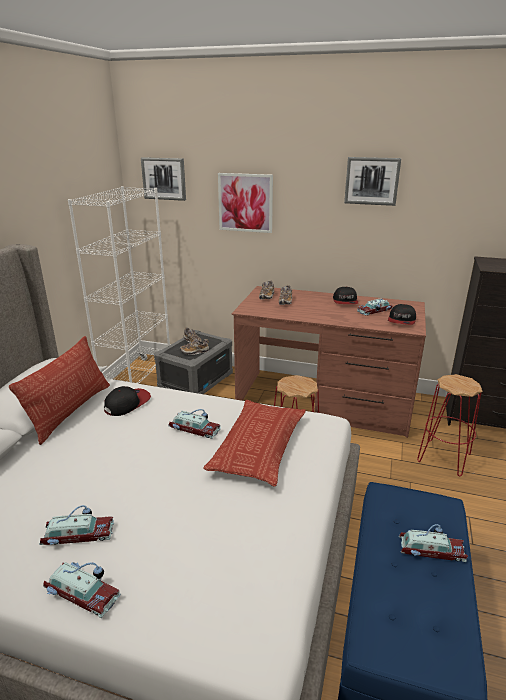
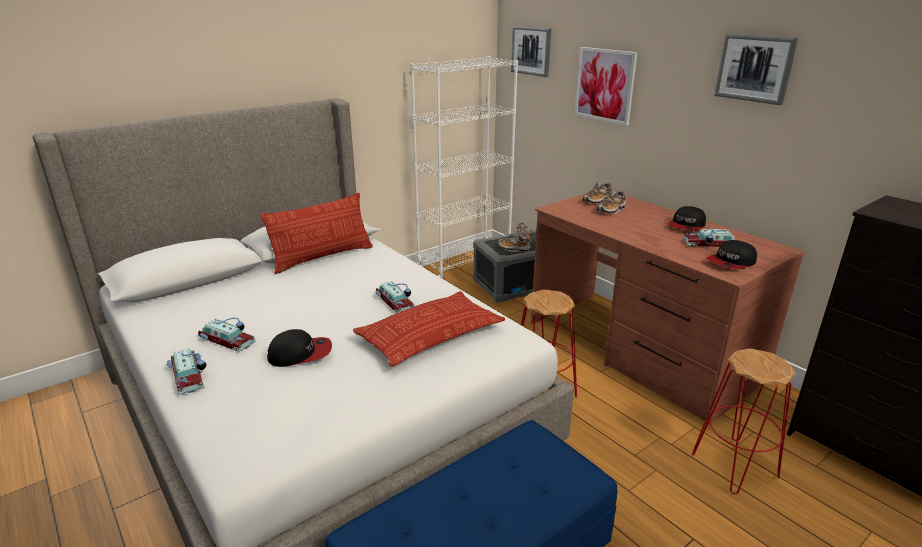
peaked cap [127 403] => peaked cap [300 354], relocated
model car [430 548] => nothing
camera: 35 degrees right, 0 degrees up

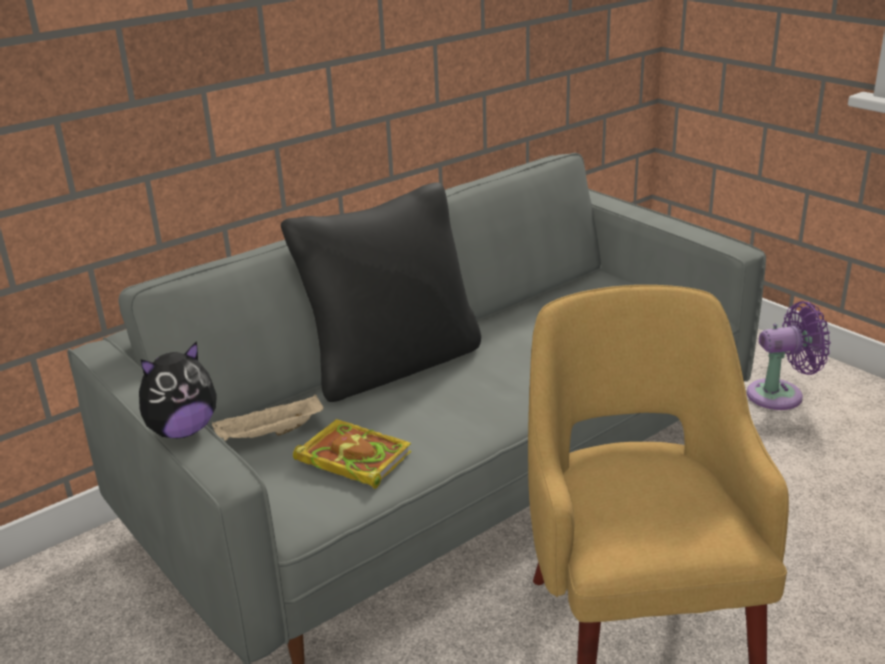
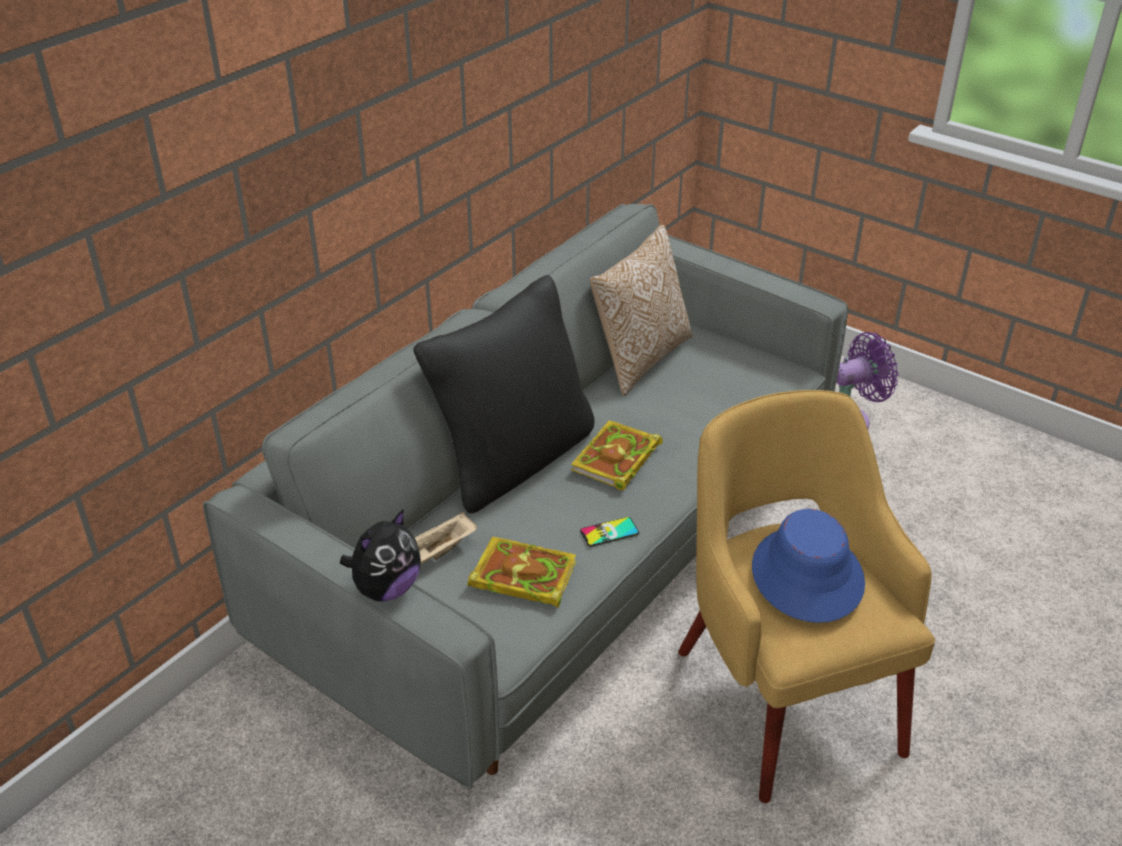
nothing => cushion [639 358]
nothing => volume [616 460]
nothing => hat (blue) [806 575]
nothing => telephone [609 532]
camera: 15 degrees left, 10 degrees up

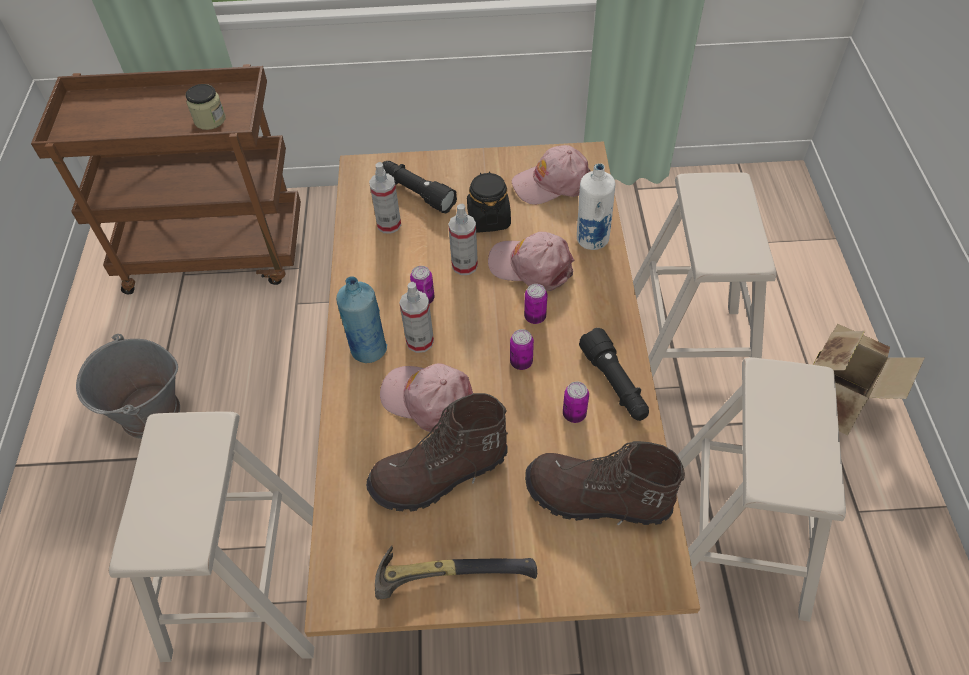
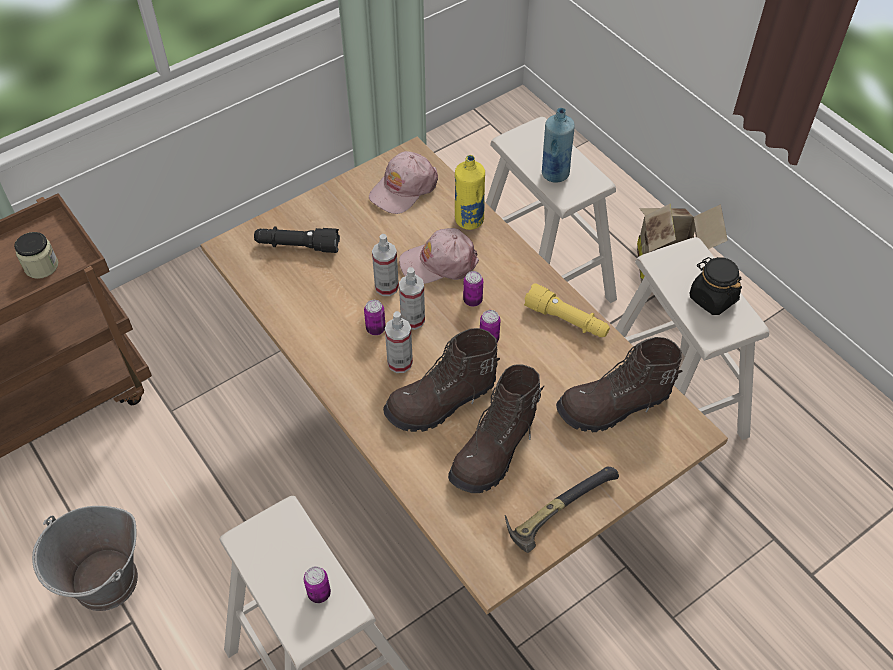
sprayer [389 224] => sprayer [412 320], relocated
bottle (white-coloured) [591 239] => bottle (yellow-coloured) [469 220]
jar (black) [488 219] => jar (black) [712 298], relocated
bottle (blue) [368 349] => bottle (blue) [554 174], relocated
flashlight (black) [614 384] => flashlight (yellow-coloured) [566 320]
peaked cap (pinkish) [428 399] => boot (brownish) [442 402]
can [574 414] => can [319 593], relocated
camera: 35 degrees left, 0 degrees up

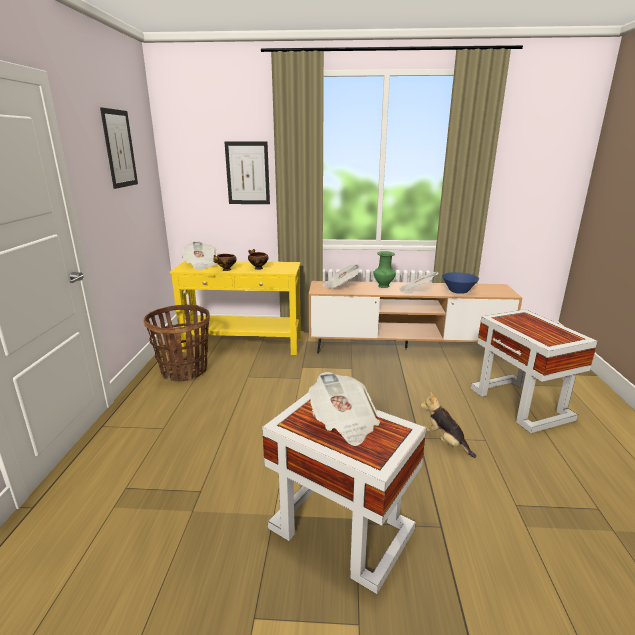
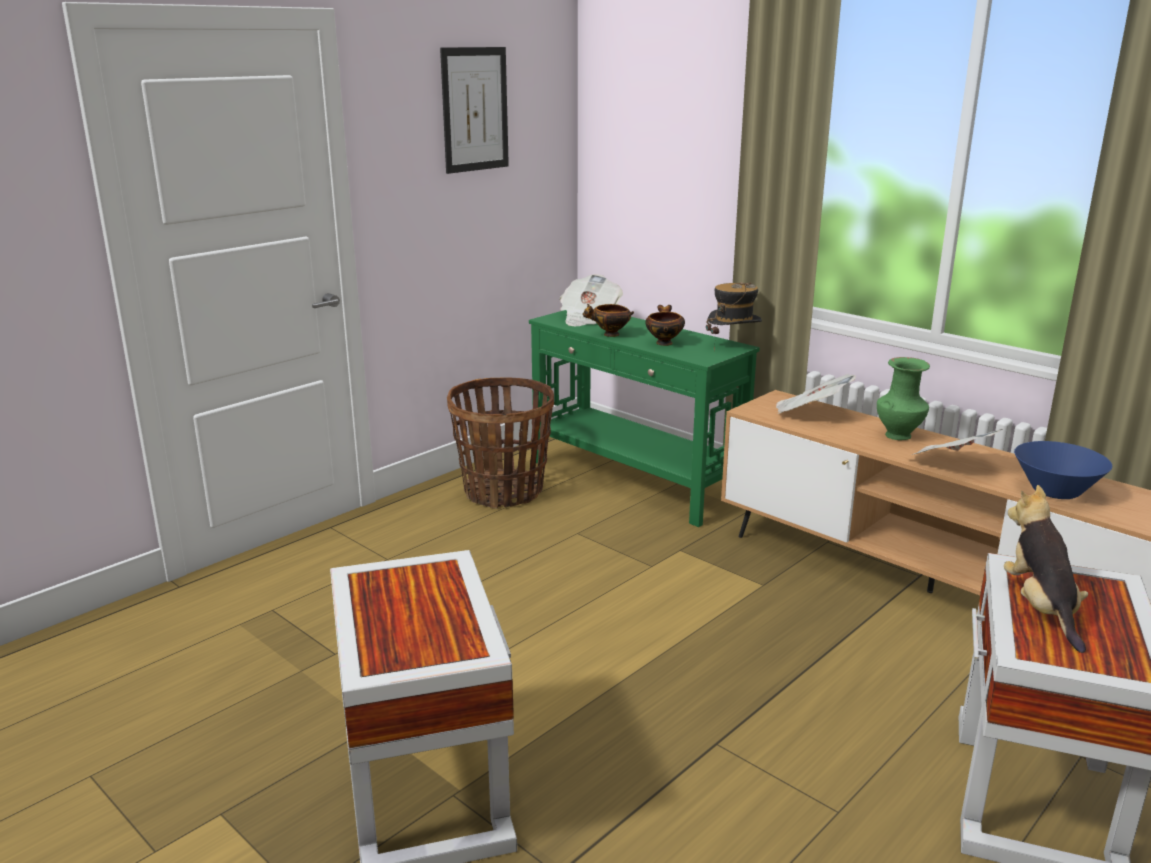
wall art [247 173] => nothing
narrow table (yellow-coloured) [243 344] => narrow table (green-coloured) [635 481]
printed paper [343 423] => nothing
plush toy [445 442] => plush toy [1040 608], relocated
nothing => hat [732 346]
camera: 40 degrees right, 0 degrees up

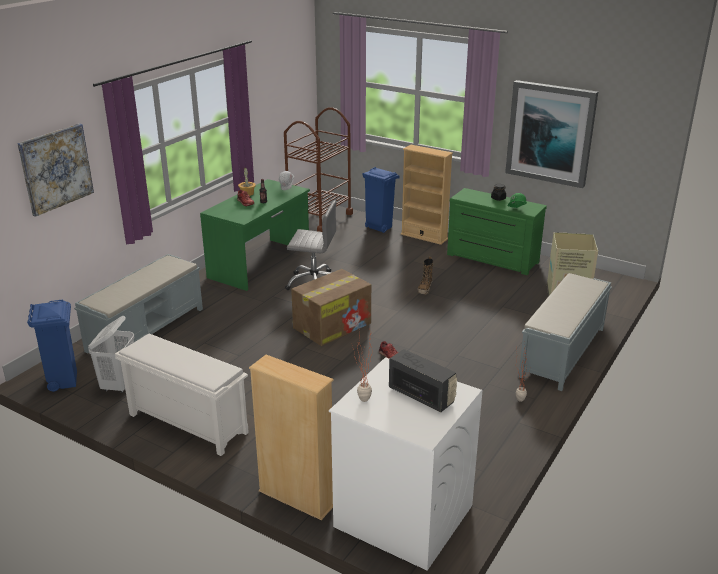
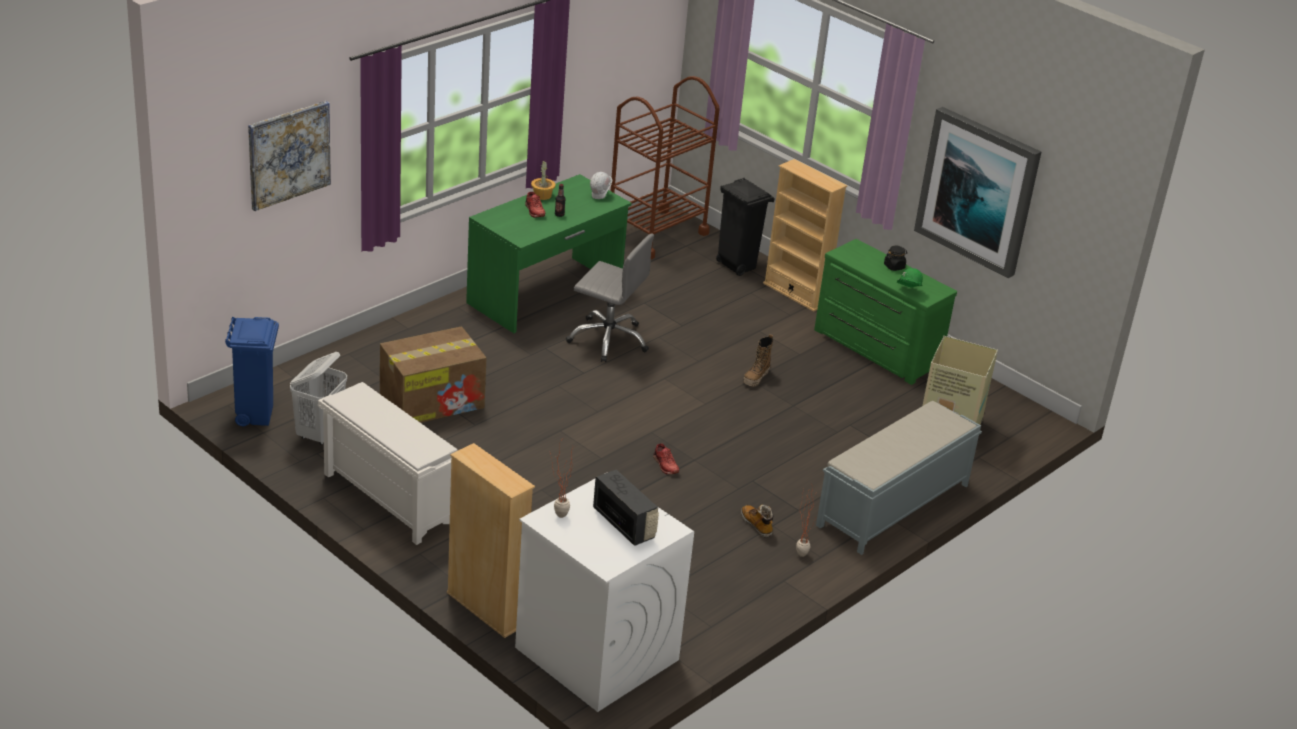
waste bin (blue) [379 227] => waste bin (black) [736 266]
long seat (gray) [147 329] => nothing
packing box [333 325] => packing box [433 400], relocated
nothing => boot [756 525]
camera: 10 degrees right, 5 degrees up

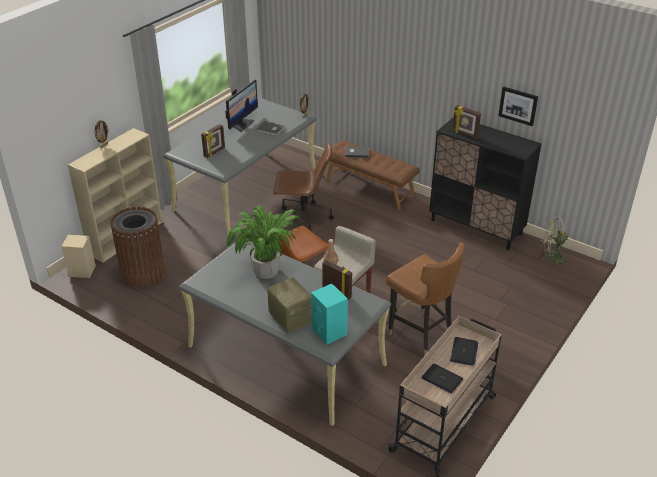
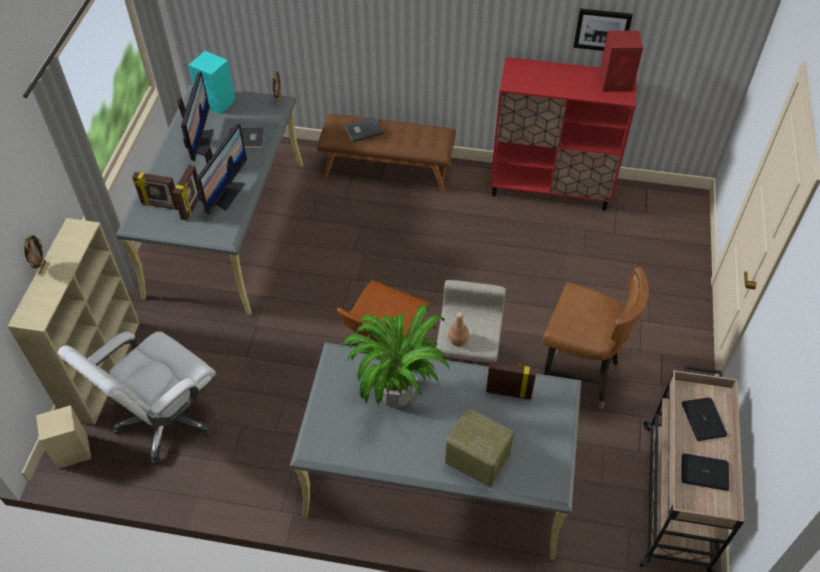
photo frame [464 134] => photo frame [160 205], relocated
cupboard (black) [476 227] => cupboard (red-coloured) [550 188]
desk chair (brownish) [303 218] => nothing
waste bin (brownish) [143 273] => desk chair (white-coloured) [165 421]
fan (green-coloured) [552 258] => nothing
loudspeaker (turquoise-coloured) [329 332] => loudspeaker (turquoise-coloured) [217 102], relocated
nothing => loudspeaker (red-coloured) [616 82]
nothing => monitor [226 194]
camera: 25 degrees left, 15 degrees up

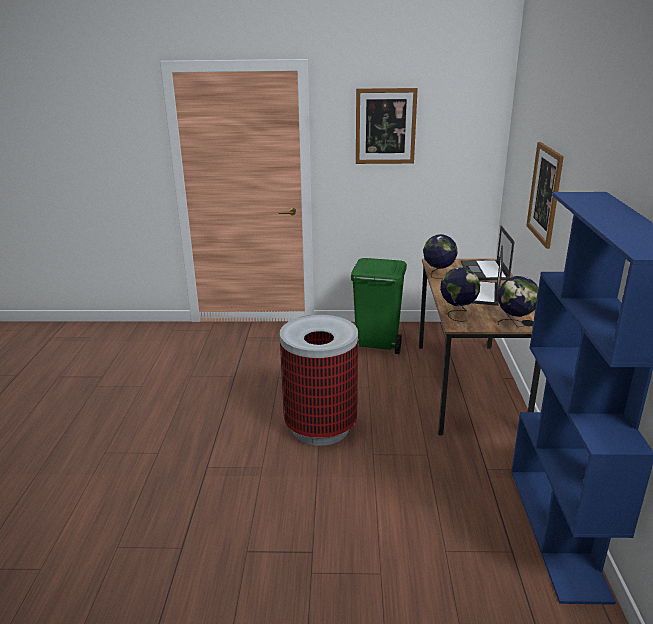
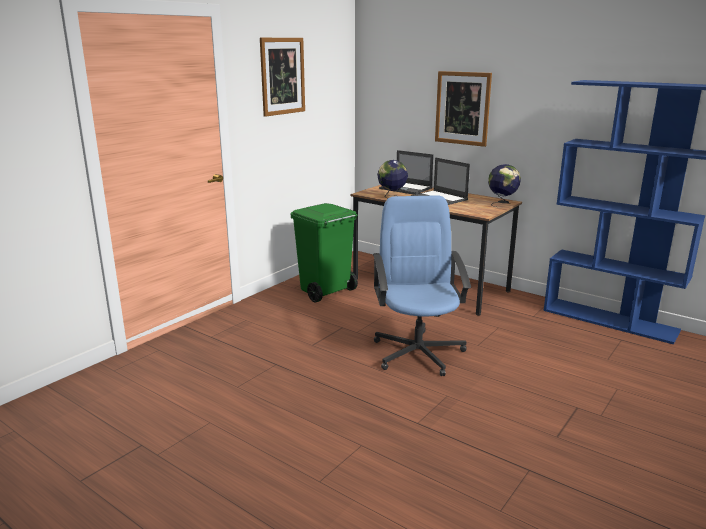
world globe [457 314] => nothing
waste bin [321 427] => desk chair (blue) [418 352]
camera: 55 degrees left, 5 degrees down

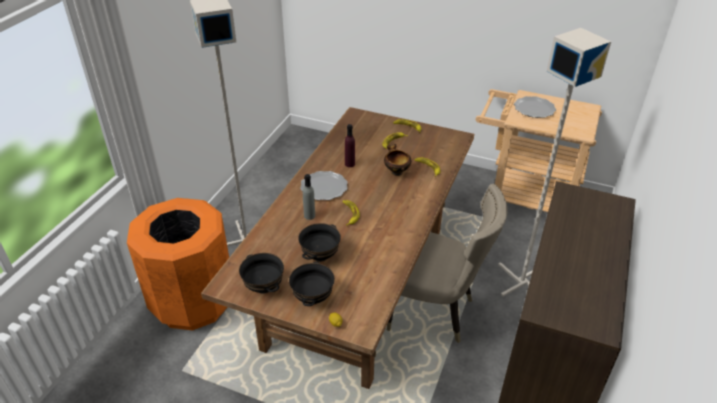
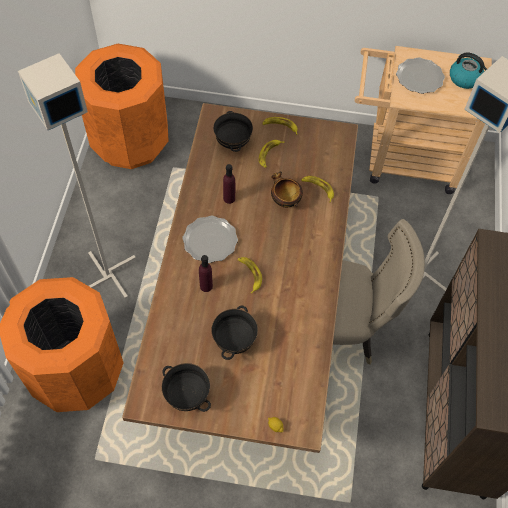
bottle (gray) [309 216] => bottle (purple) [206 286]
bowl (black) [313 298] => bowl (black) [233 143], relocated
nothing => waste bin (orange) [130 142]
nothing => kettle [465 79]
camera: 15 degrees left, 20 degrees up

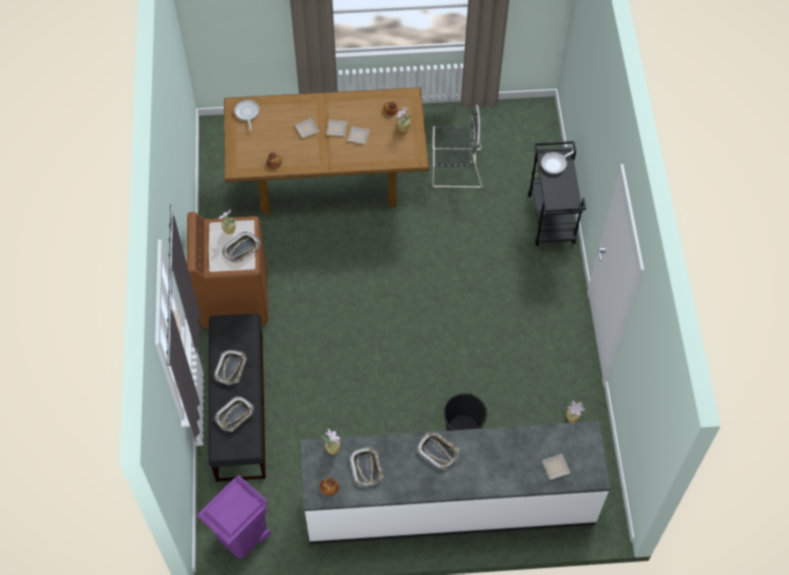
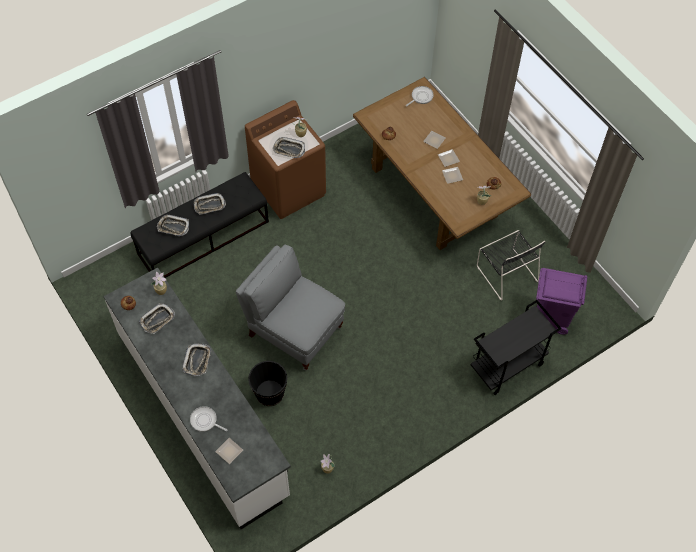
skillet [555 164] => skillet [205 421], relocated
waste bin (purple) [241 535] => waste bin (purple) [551 317], relocated
nothing => upright chair (gray) [294 330]
camera: 60 degrees right, 0 degrees up

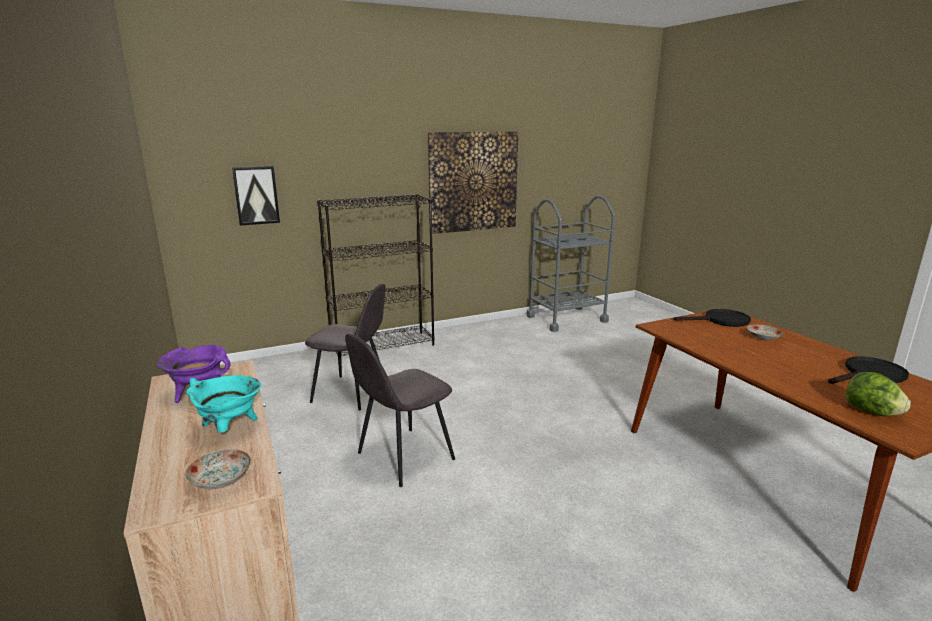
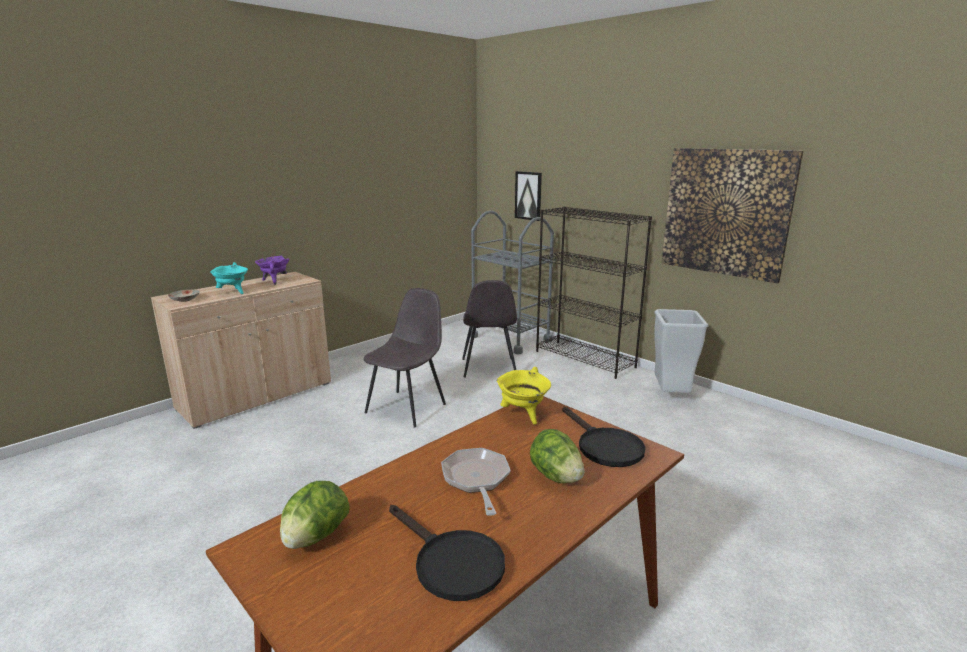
cart (gray) [566 319] => cart (gray) [510 339], relocated
flat dish [762 337] => lettuce head [556 476]
upright chair (gray) [403 457] => upright chair (gray) [407 407], 90 degrees clockwise
nothing => waste bin (gray) [671 396]
nothing => stockpot (yellow-coloured) [523 415]
nothing => skillet [476 480]
camera: 70 degrees right, 0 degrees up

